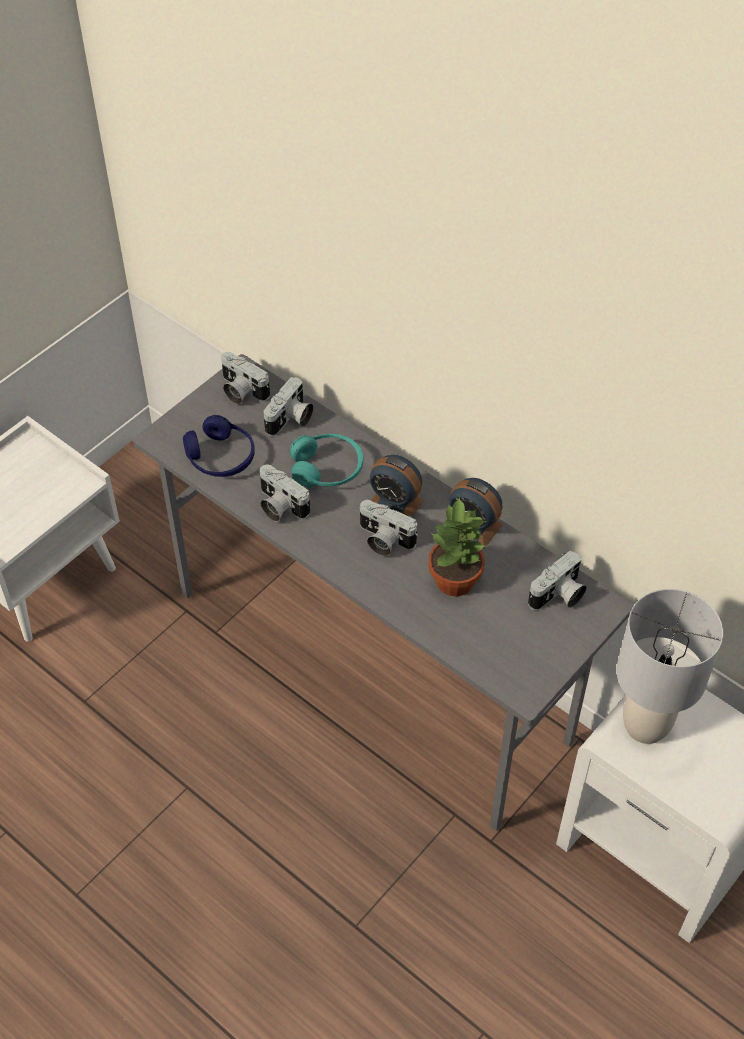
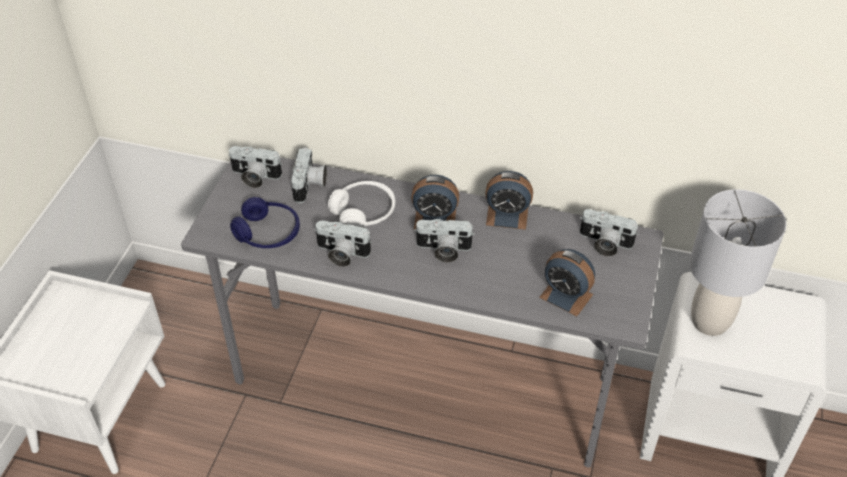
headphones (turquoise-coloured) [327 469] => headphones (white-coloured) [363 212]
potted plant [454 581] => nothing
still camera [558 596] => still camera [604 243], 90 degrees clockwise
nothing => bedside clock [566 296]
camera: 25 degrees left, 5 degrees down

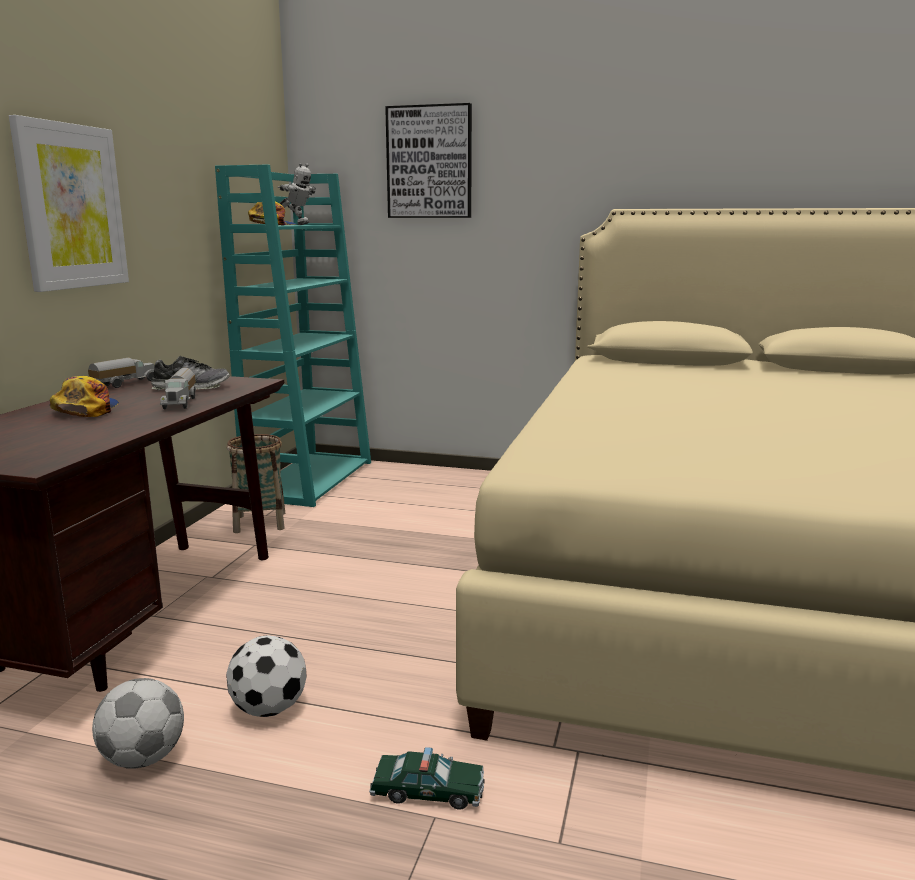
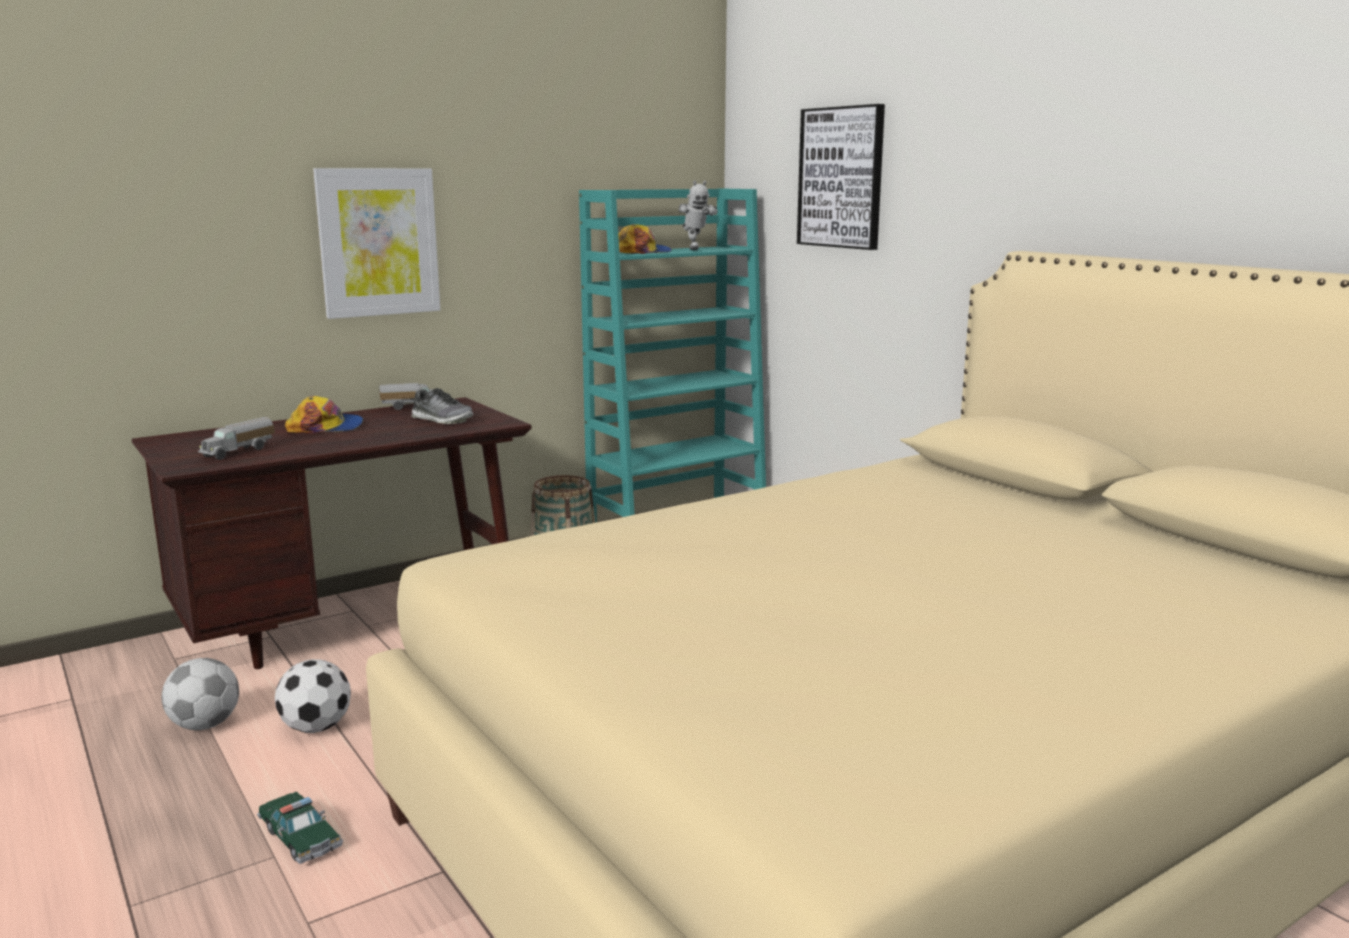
toy lorry [181 402] => toy lorry [239 452], relocated
peaked cap [85 410] => peaked cap [326 427], 45 degrees clockwise
camera: 40 degrees right, 0 degrees up

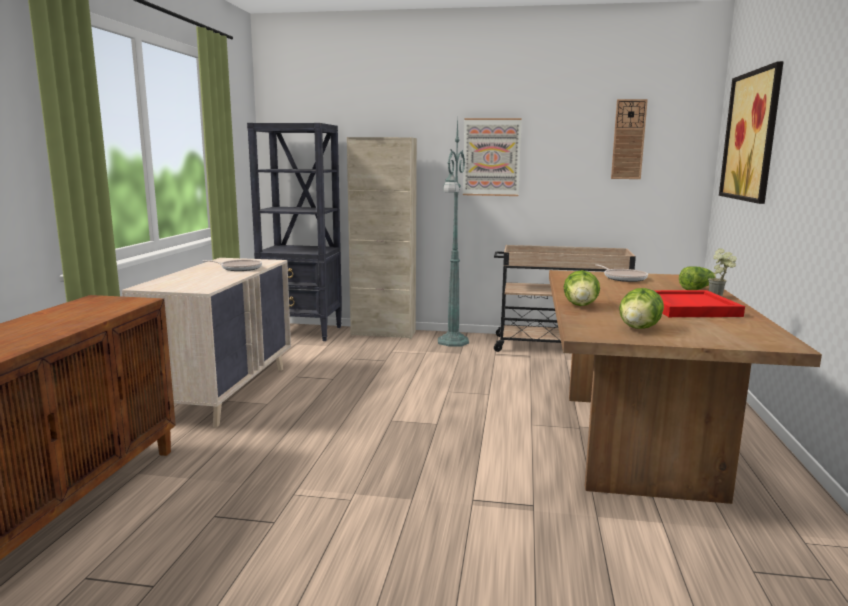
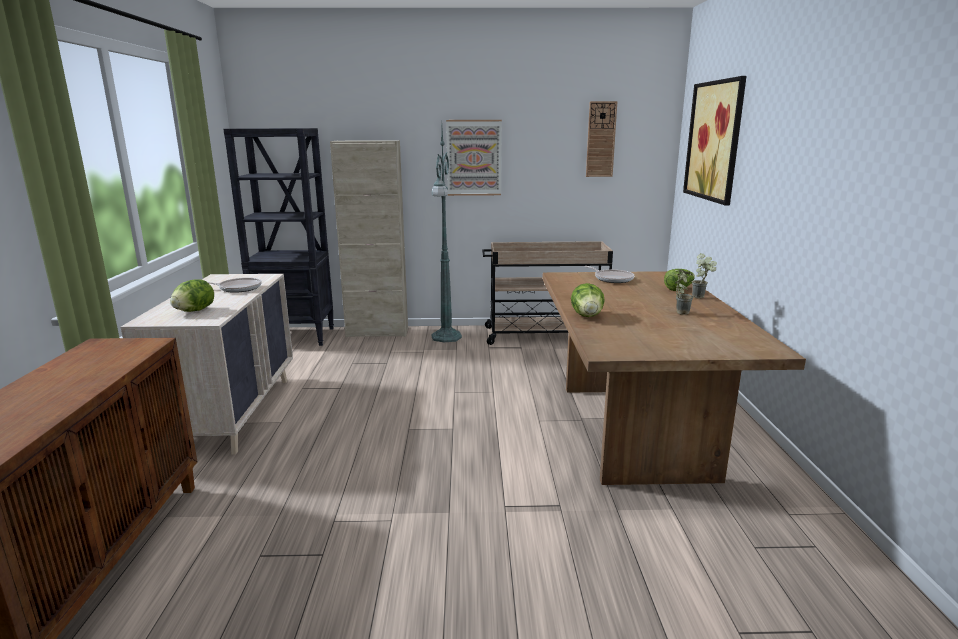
lettuce head [639 328] => lettuce head [194 311], relocated
carrying tray (red-coloured) [687 307] => potted plant [679 312]
camera: 10 degrees left, 5 degrees up

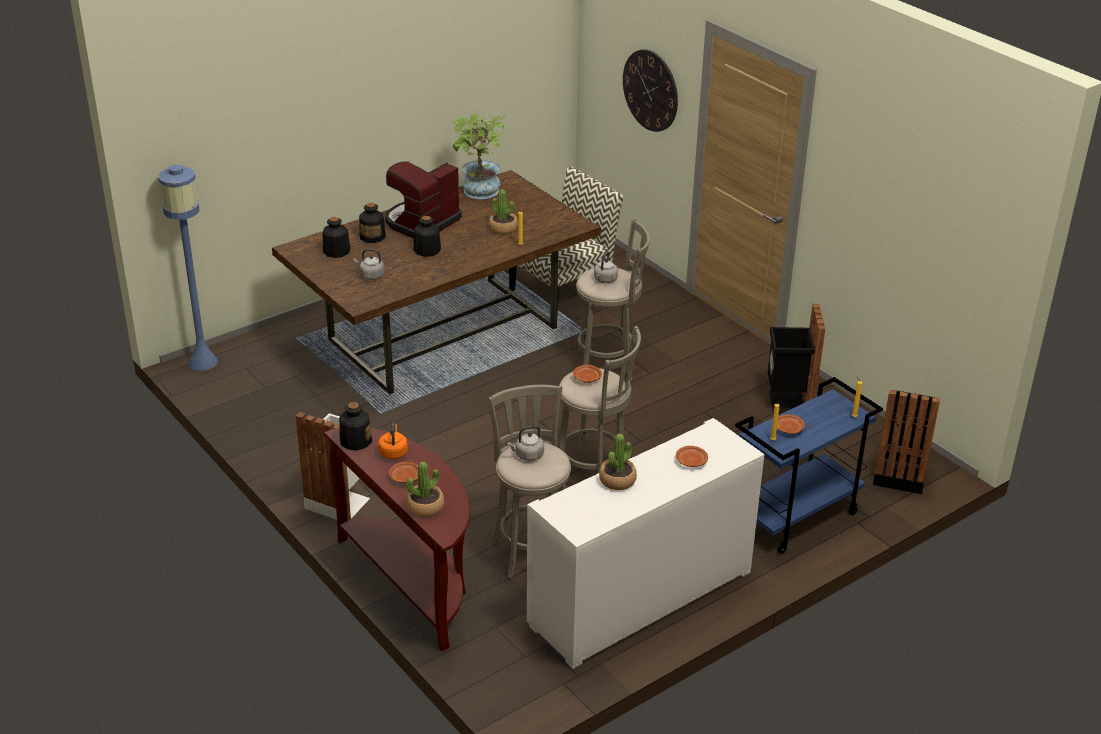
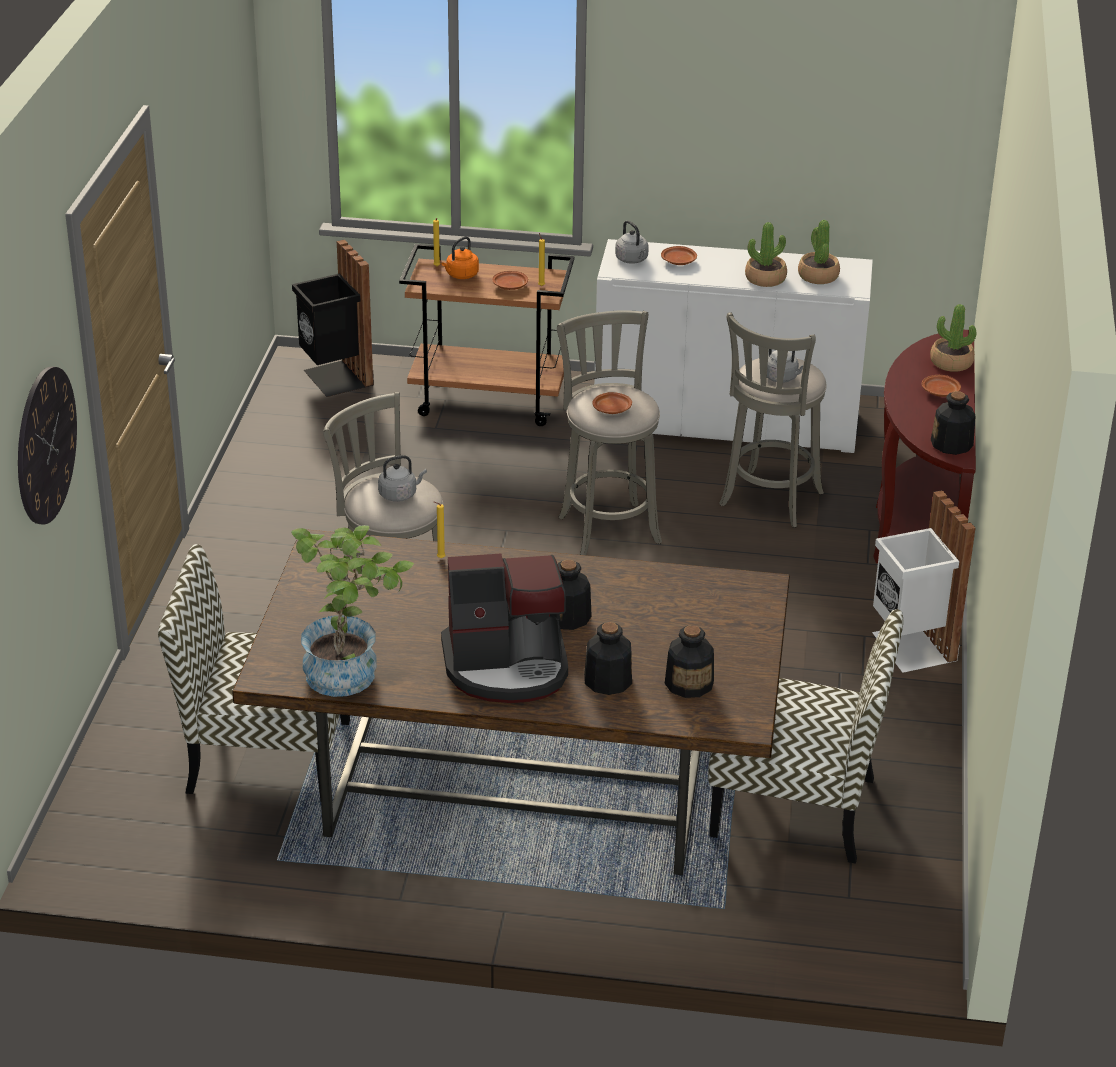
standard lamp (blue) [203 362] => nothing
potted plant [503 228] => potted plant [818 276], relocated
kettle (gray) [370 276] => kettle (gray) [632 260], relocated
waste bin (black) [788 403] => nothing
cart (blue) [795 517] => cart (brownish) [490 400]
kettle (orange) [393 452] => kettle (orange) [461 275], relocated
nothing => upright chair [797 807]
camera: 135 degrees left, 0 degrees up

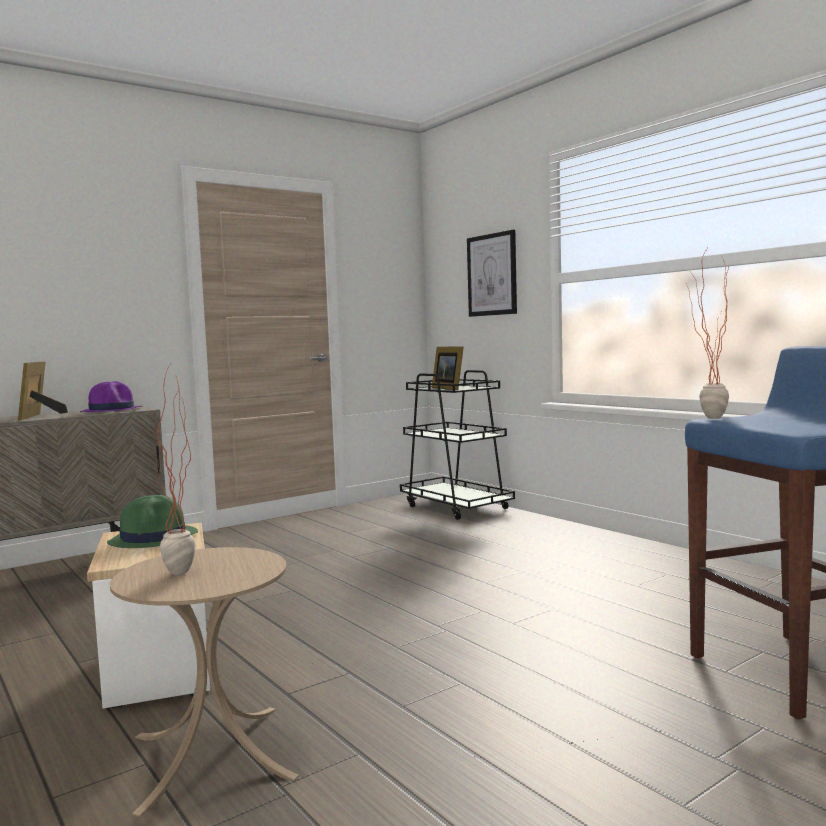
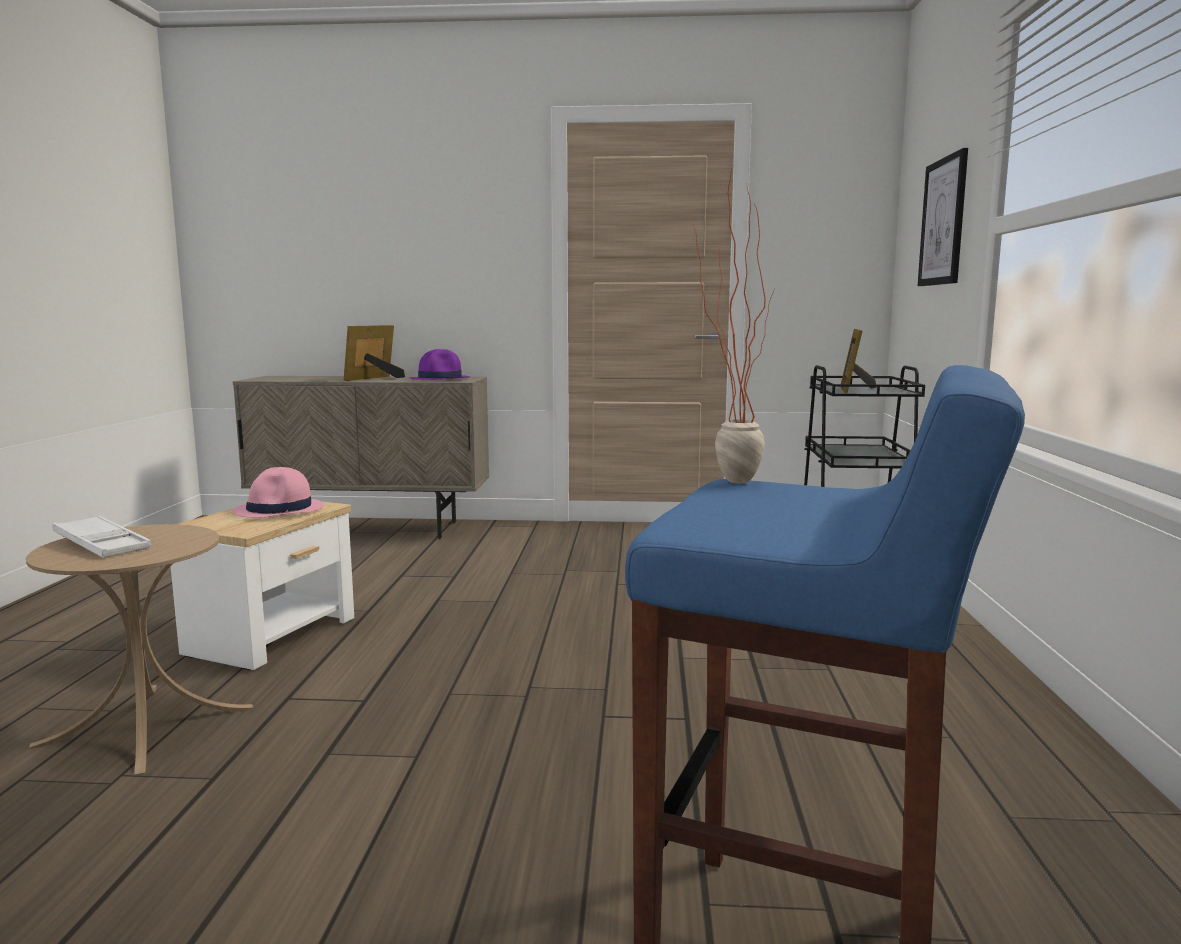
potted plant [178 576] => carrying tray (white-coloured) [102 545]
hat (green-coloured) [154 538] => hat (pinkish) [279 510]
camera: 40 degrees right, 5 degrees up

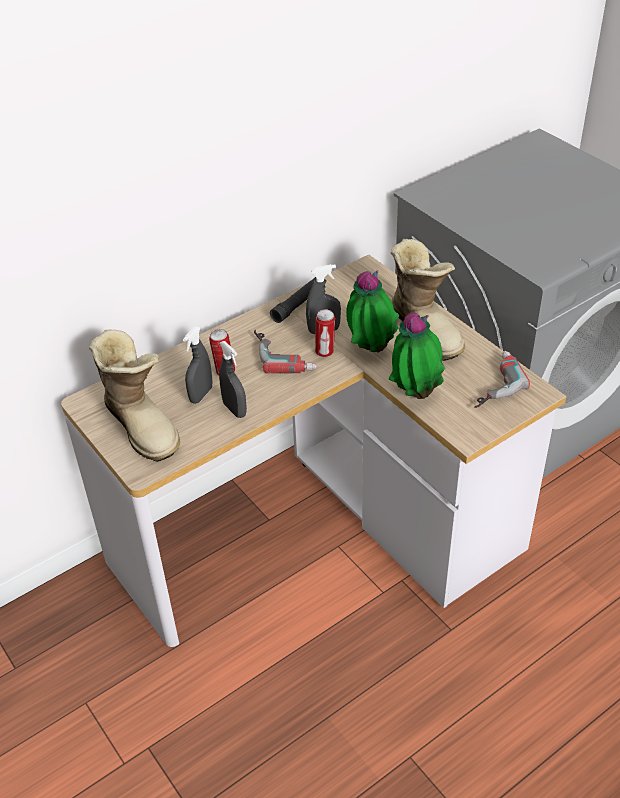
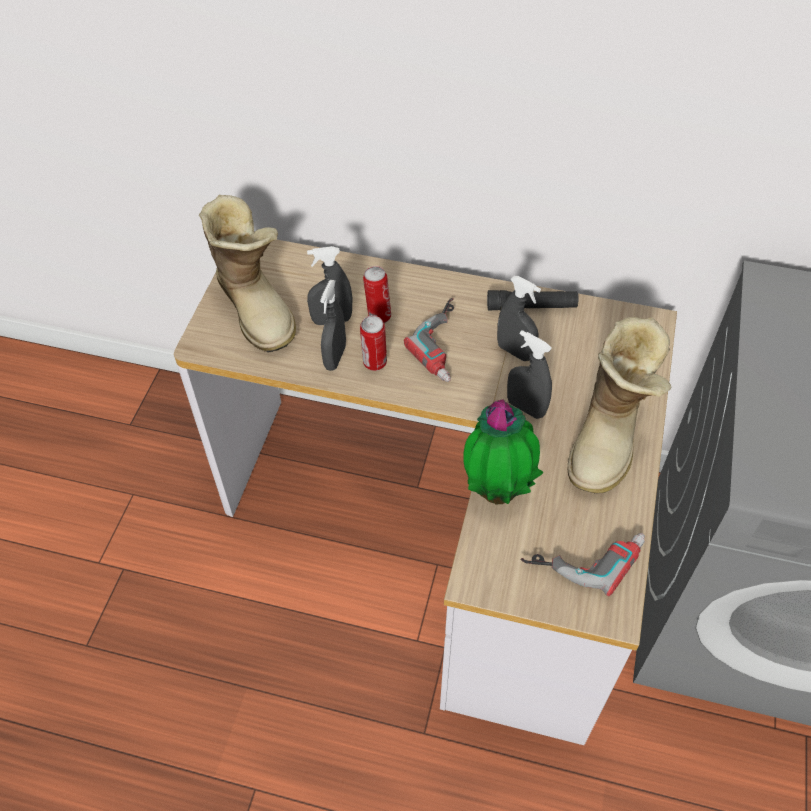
potted plant [370 349] => sprayer (gray) [525 408]
can [325 352] => can [374 363], relocated
boot [143 424] => boot [257 306], 45 degrees counterclockwise
camera: 50 degrees right, 10 degrees up

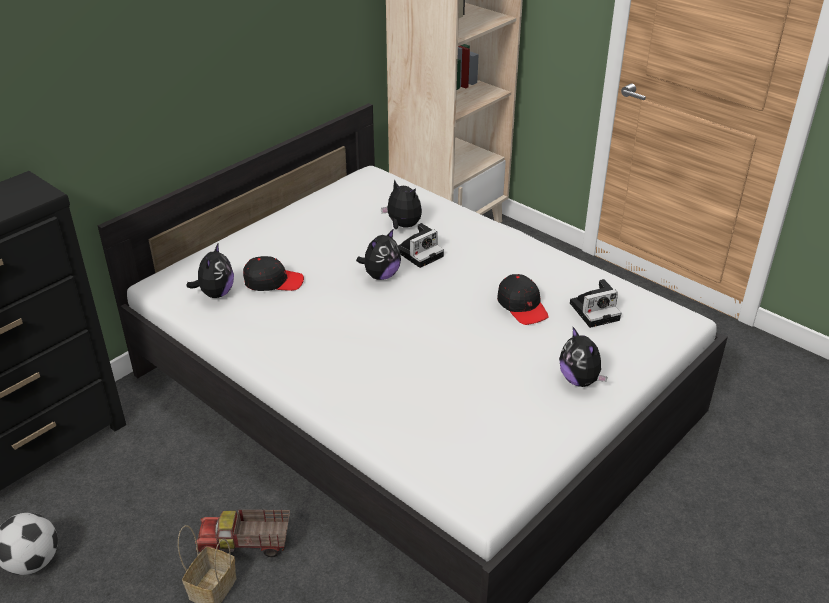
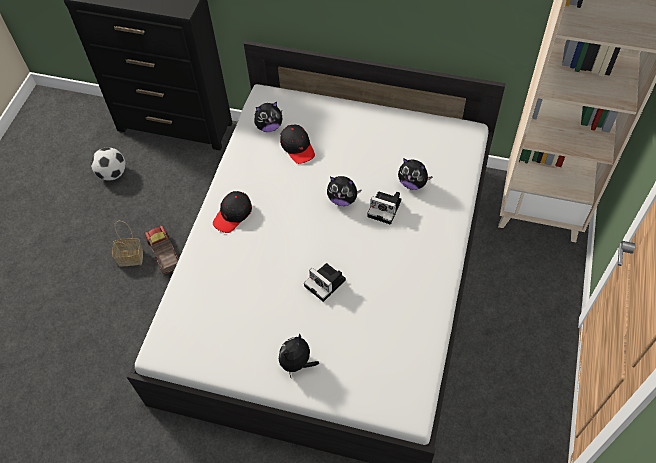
plush toy [402 226] => plush toy [412 183], 105 degrees clockwise
peaked cap (black) [522 306] => peaked cap (black) [233 215], relocated
still camera [595 311] => still camera [326 283], relocated
camera: 65 degrees right, 20 degrees up

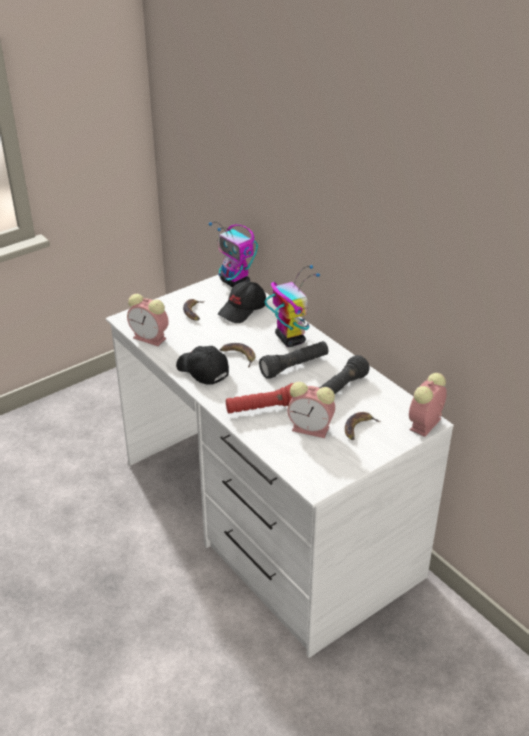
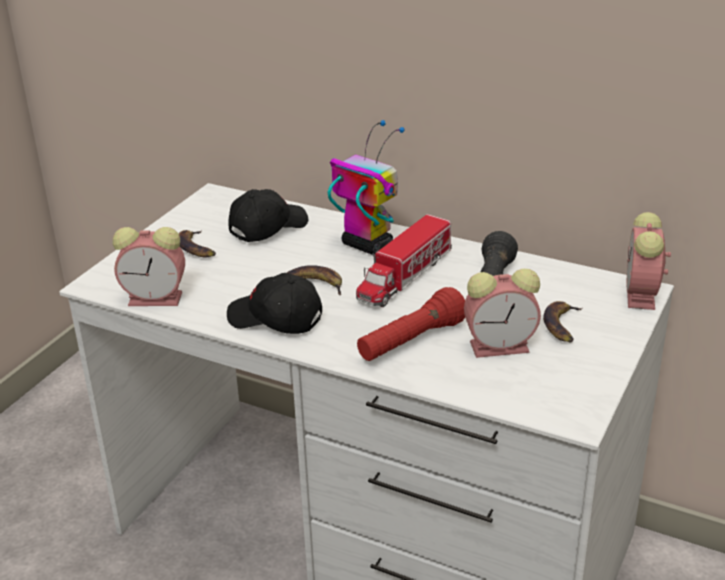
robot figure [235 283] => nothing
peaked cap (black) [243 310] => peaked cap (black) [268 227], 150 degrees counterclockwise
flashlight (black) [294 367] => toy lorry [404 276]
camera: 25 degrees left, 5 degrees down

